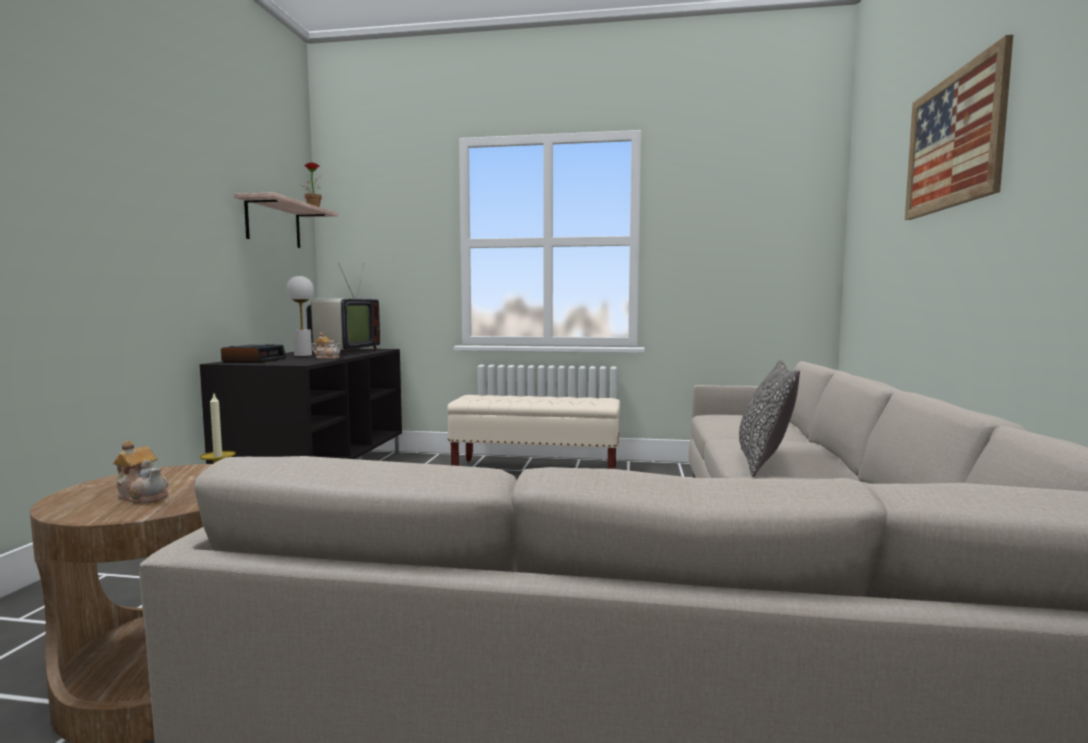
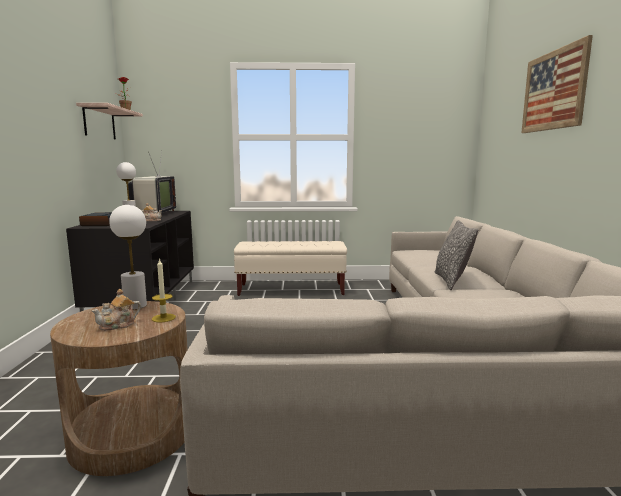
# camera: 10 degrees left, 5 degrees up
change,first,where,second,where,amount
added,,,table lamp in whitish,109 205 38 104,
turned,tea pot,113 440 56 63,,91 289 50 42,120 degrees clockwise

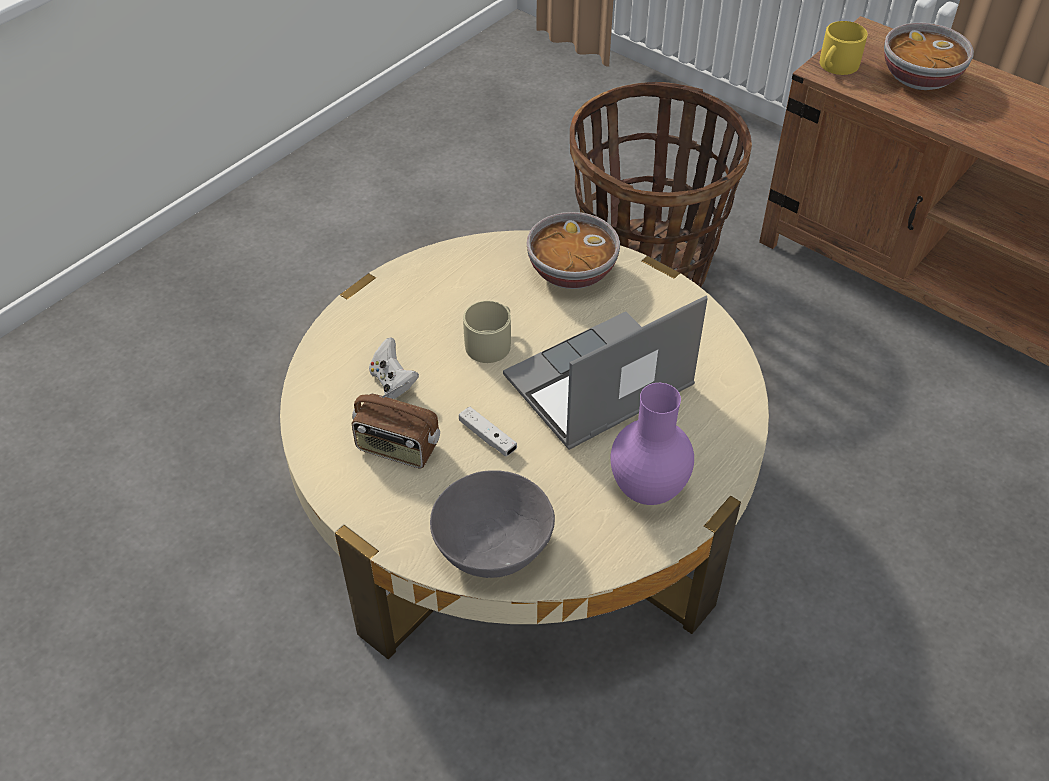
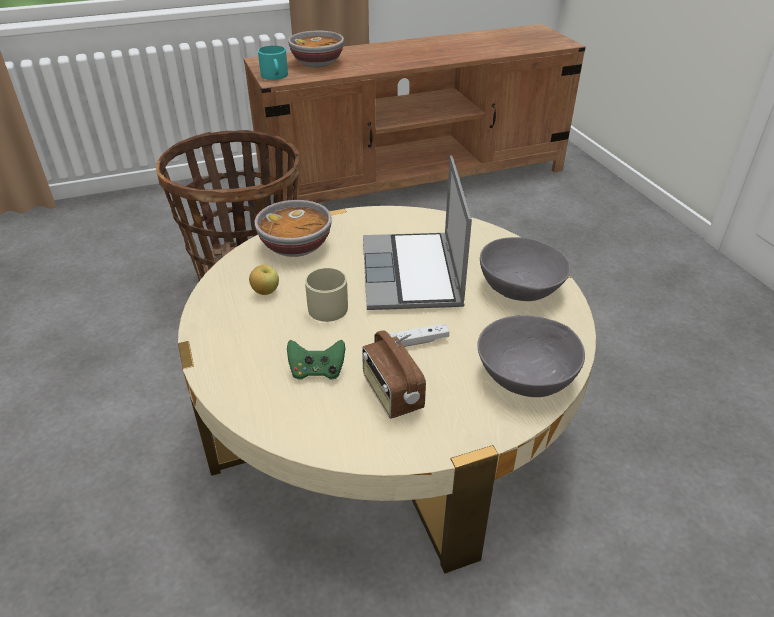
# camera: 60 degrees left, 10 degrees down
change,first,where,second,where,amount
added,,,whole apple,249 265 30 30,
replaced,vase in purplish,611 383 83 122,bowl in grey,480 237 91 64,
recoloured,joypad in whitish,369 337 50 62,joypad in greenish,287 340 59 40,
recoloured,coffee mug in yellow-coloured,820 21 48 54,coffee mug in blue-green,258 46 30 34,
turned,radio,352 381 88 87,,362 331 64 88,105 degrees clockwise

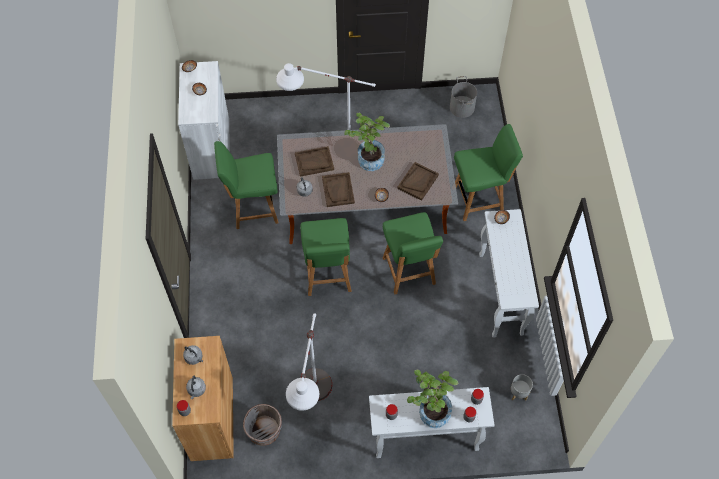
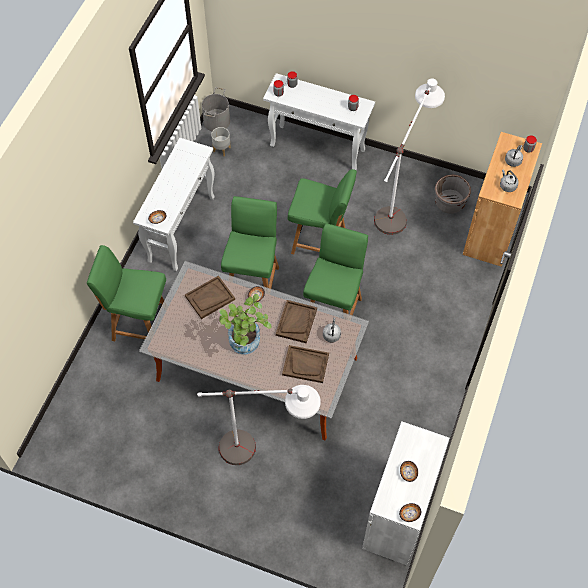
# camera: 155 degrees left, 0 degrees up
change,first,where,second,where,amount
removed,houseplant,407 370 52 58,,,
moved,chair in greenish,214 141 64 88,,288 169 69 85,
moved,bucket in grey,450 76 27 42,,202 87 28 44,

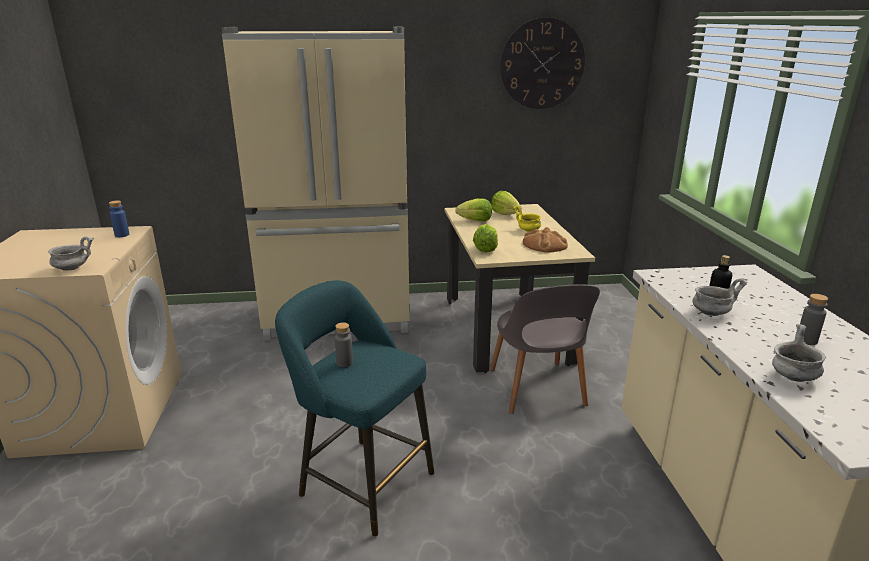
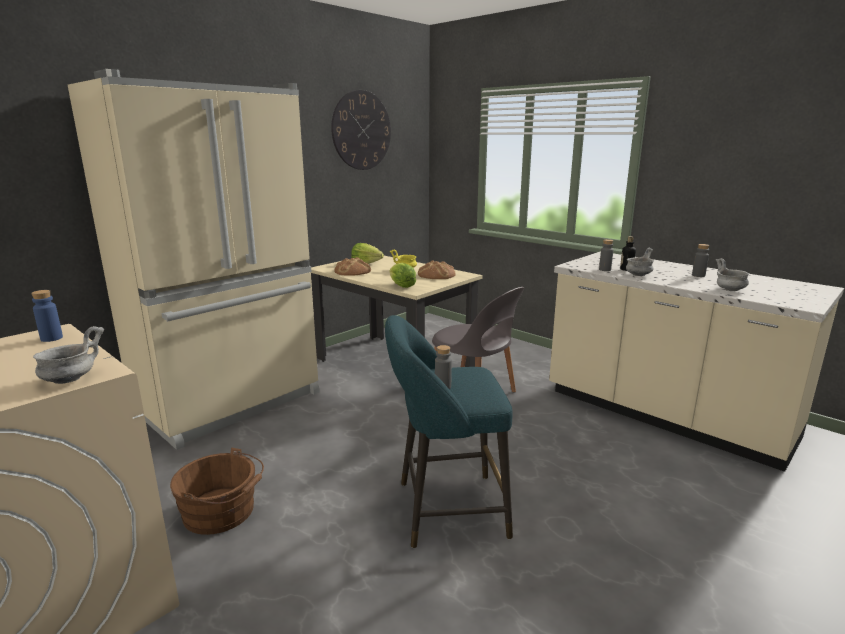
# camera: 40 degrees left, 5 degrees down
change,first,where,second,where,amount
added,,,bucket in brown,170 448 94 87,
added,,,drink bottle in grey,599 239 14 32,
replaced,head of lettuce,455 198 37 23,bakery bread,334 257 37 19,

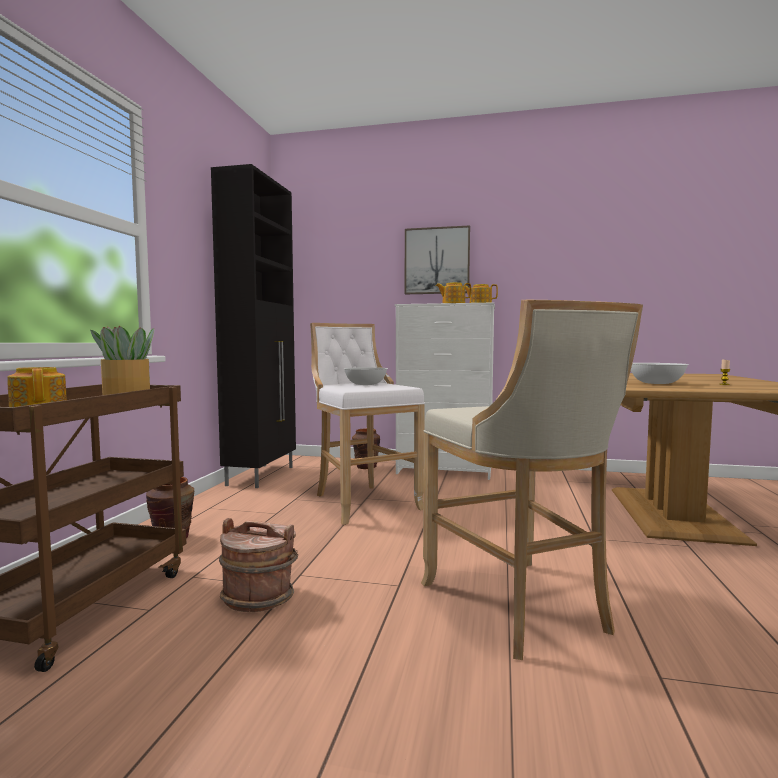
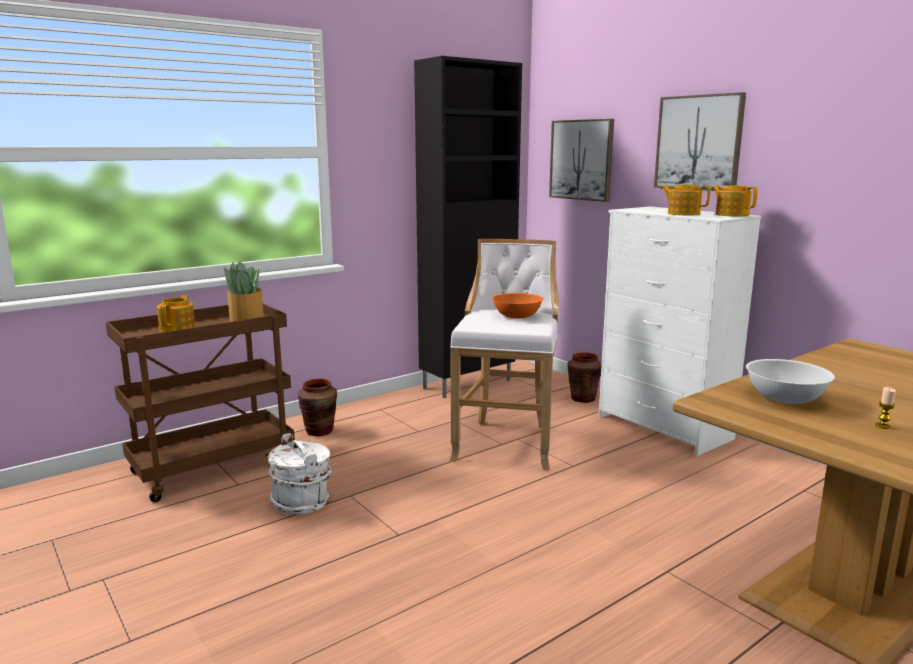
# camera: 40 degrees right, 10 degrees up
change,first,where,second,where,amount
removed,sitting stool in beige,421 300 222 360,,,
added,,,picture,549 119 65 83,
recoloured,bucket in brown,219 518 79 94,bucket in whitish,268 433 64 81,
recoloured,bowl in whitish,343 367 45 18,bowl in orange,492 293 51 25,

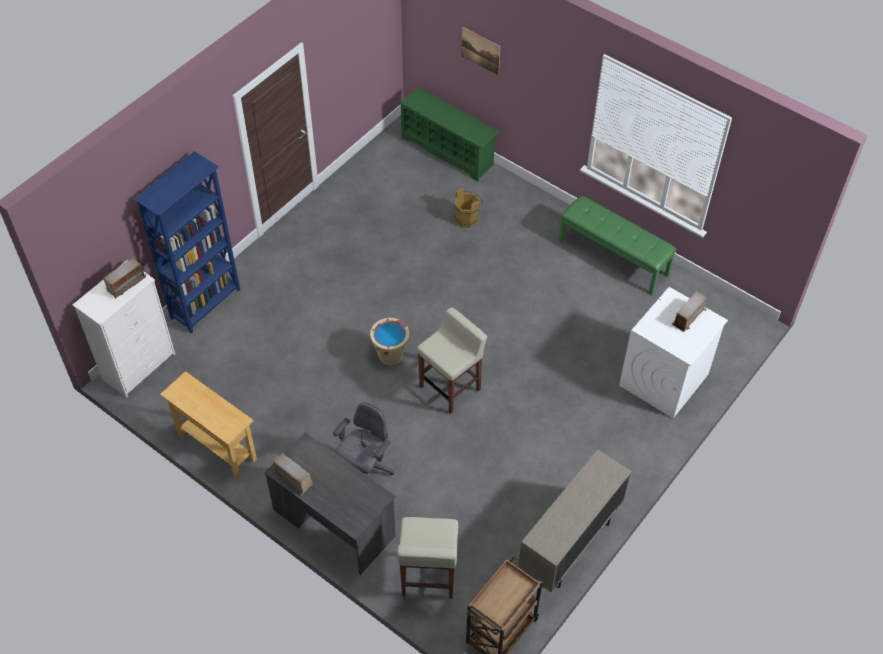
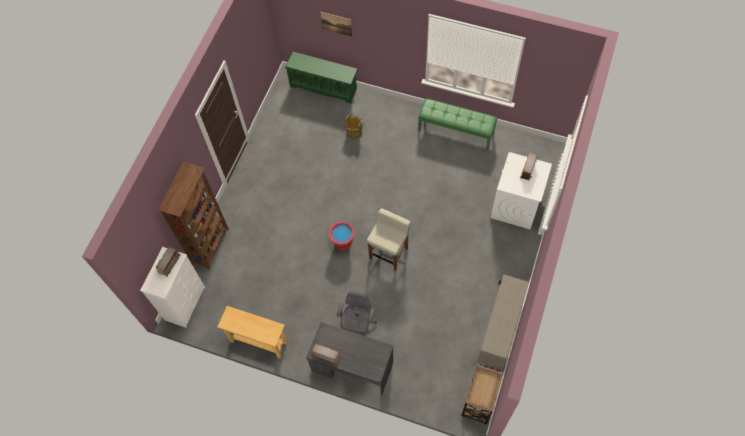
# camera: 15 degrees left, 10 degrees up
change,first,where,second,where,amount
removed,sitting stool in beige,397 517 61 82,,,
recoloured,bookcase in bluish,134 151 106 182,bookcase in brown,158 162 71 108,
recoloured,bucket in beige,370 318 39 48,bucket in reddish,329 221 26 30,

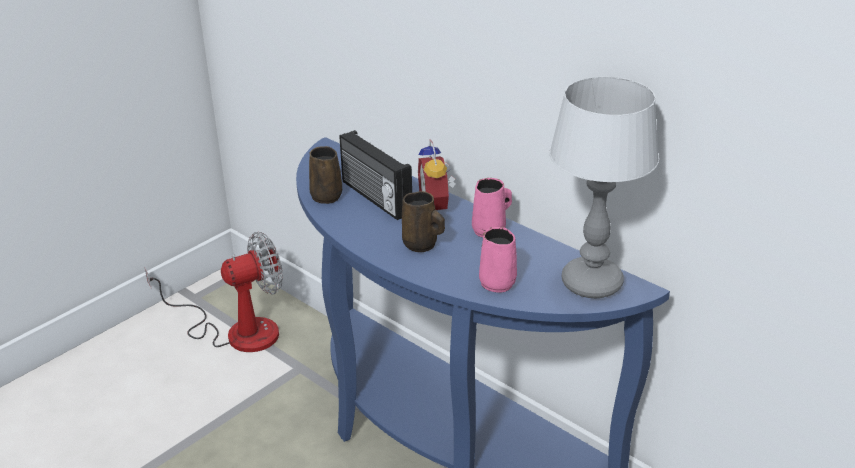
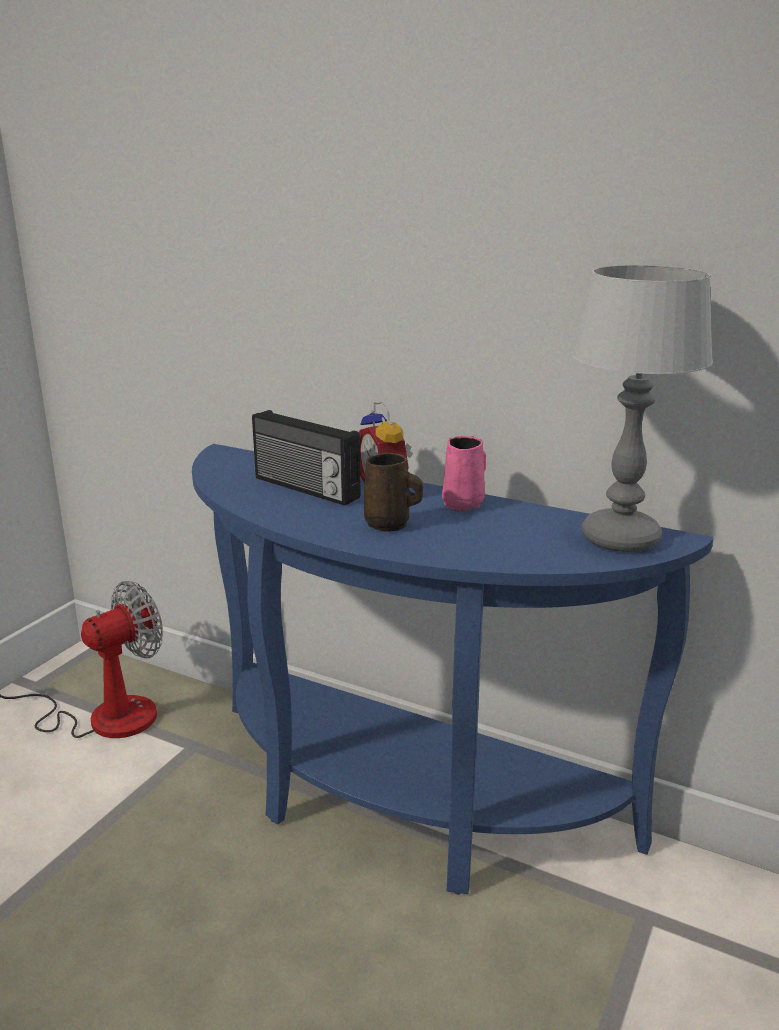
# camera: 15 degrees left, 10 degrees down
change,first,where,second,where,amount
removed,coffee mug in brown,309 146 33 58,,,
removed,coffee mug in pink,479 227 38 66,,,

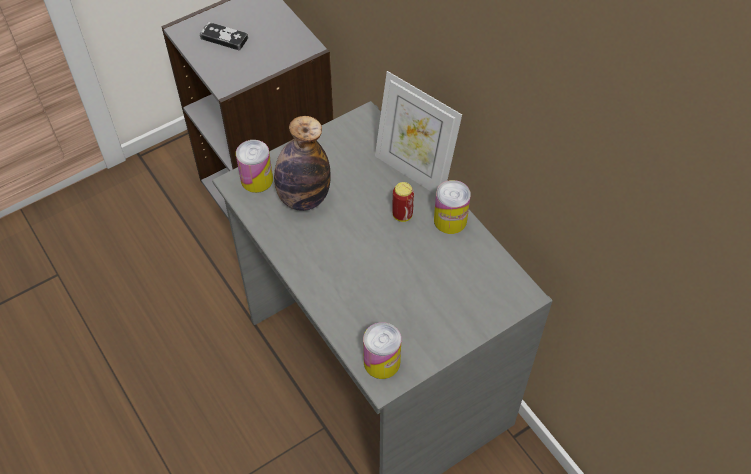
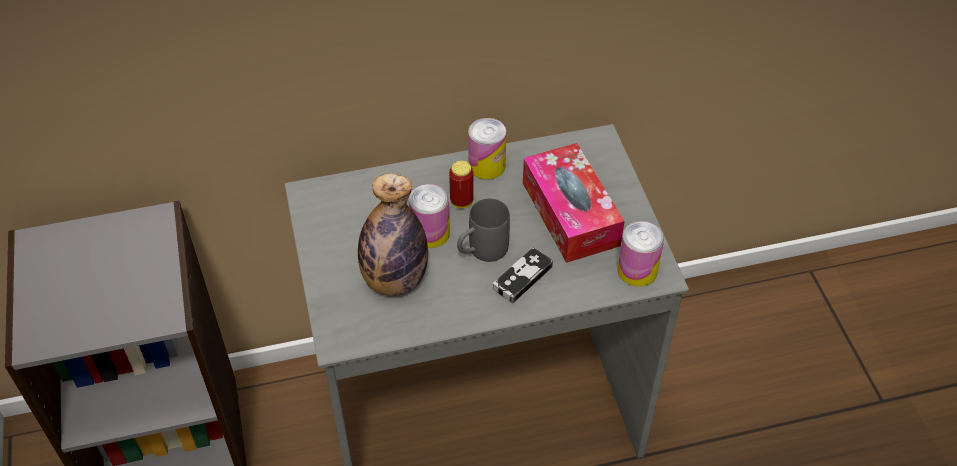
# camera: 70 degrees left, 5 degrees down
change,first,where,second,where,amount
removed,standing frame,375 71 87 123,,,
added,,,coffee mug in grey,457 198 53 64,
added,,,tissue box,523 143 101 120,
moved,joypad,199 22 49 29,,493 247 60 56,
moved,can,236 140 37 53,,409 184 41 64,

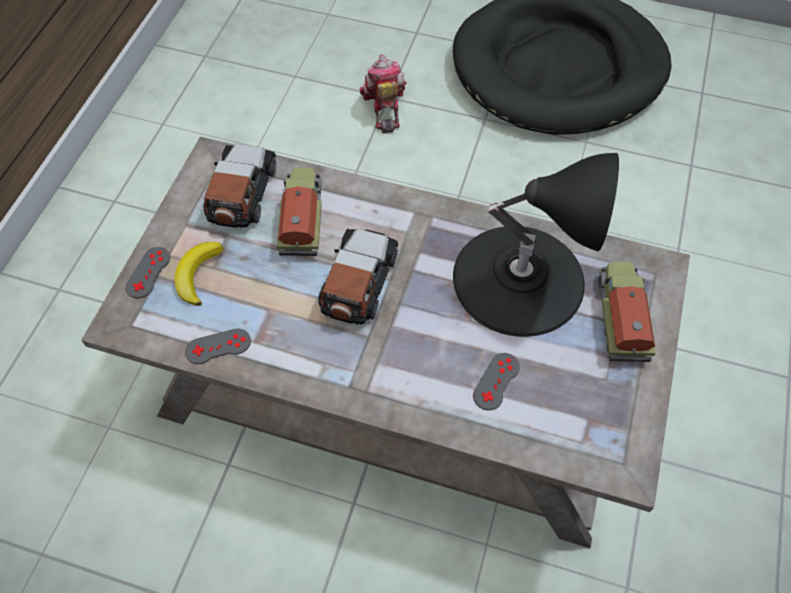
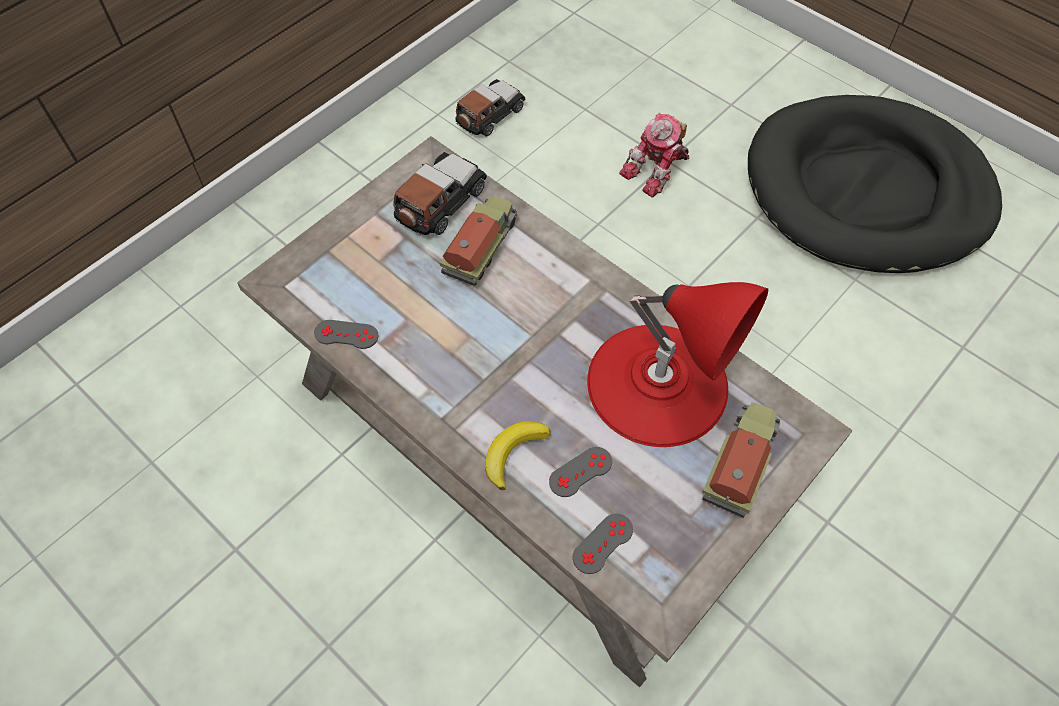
# camera: 25 degrees right, 0 degrees up
change,first,where,second,where,amount
moved,joypad in grey,125 247 45 51,,573 513 60 61,
moved,whole banana,175 242 48 64,,485 421 66 69,
moved,model car,319 229 79 96,,456 79 69 58,
recoloured,table lamp in black,453 153 166 184,table lamp in reddish,587 282 181 165,
turned,robot figure,359 54 48 79,,619 113 70 85,150 degrees counterclockwise

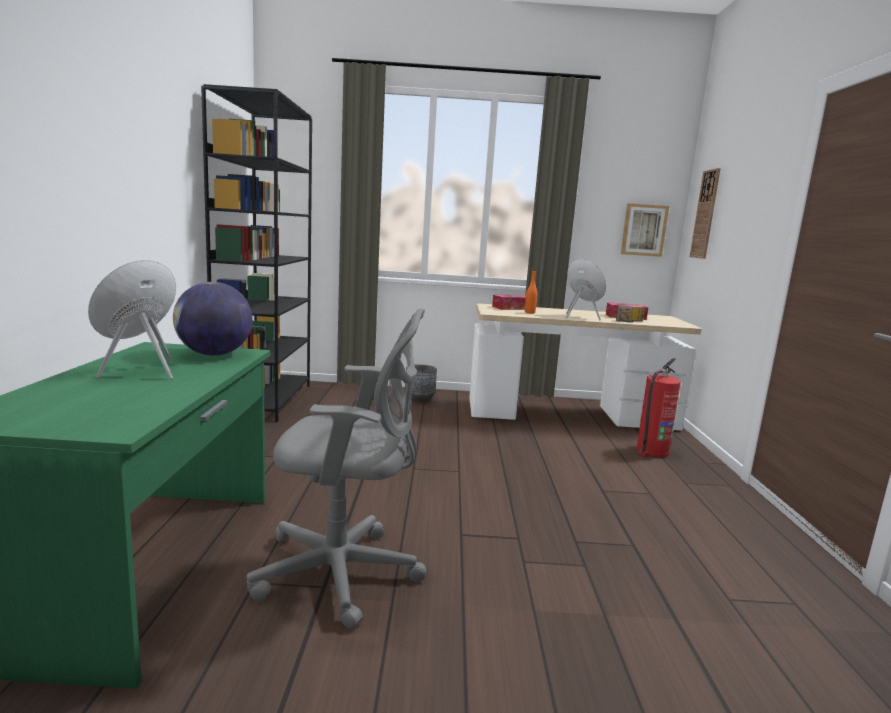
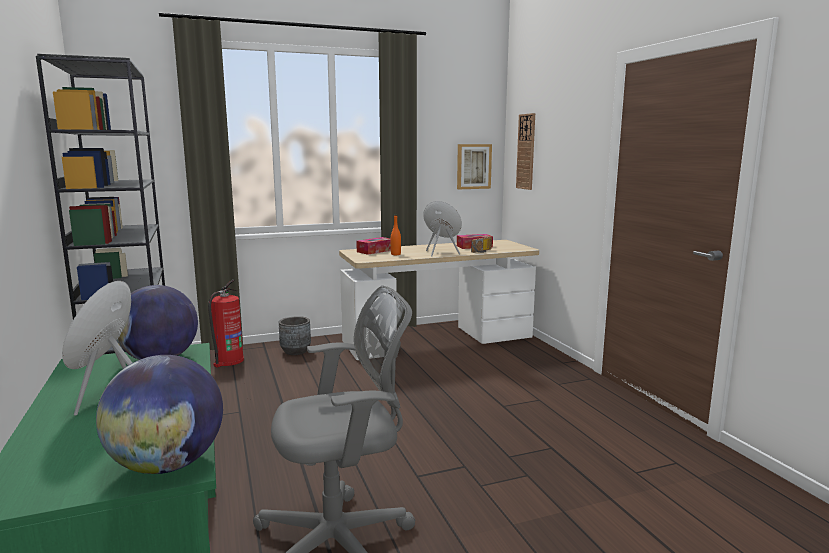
# camera: 20 degrees left, 0 degrees up
change,first,where,second,where,amount
added,,,desk globe,96 355 127 119,
moved,fire-fighting cylinder,636 358 45 99,,208 280 36 87,

